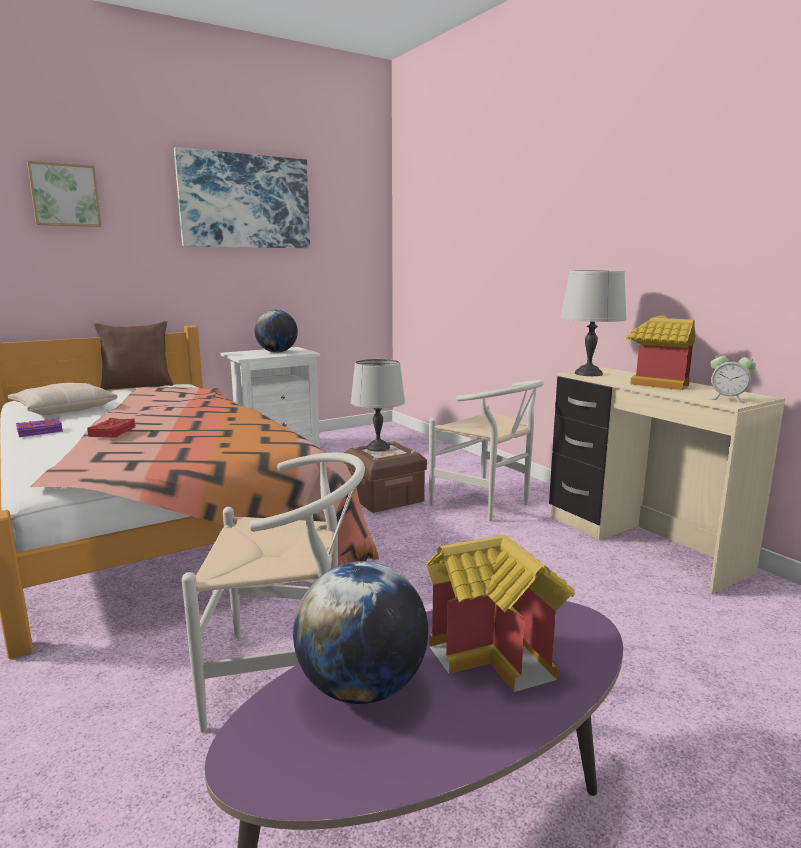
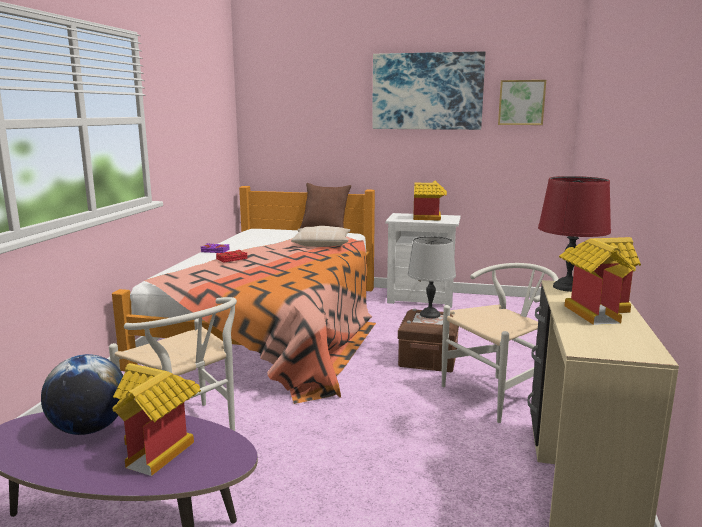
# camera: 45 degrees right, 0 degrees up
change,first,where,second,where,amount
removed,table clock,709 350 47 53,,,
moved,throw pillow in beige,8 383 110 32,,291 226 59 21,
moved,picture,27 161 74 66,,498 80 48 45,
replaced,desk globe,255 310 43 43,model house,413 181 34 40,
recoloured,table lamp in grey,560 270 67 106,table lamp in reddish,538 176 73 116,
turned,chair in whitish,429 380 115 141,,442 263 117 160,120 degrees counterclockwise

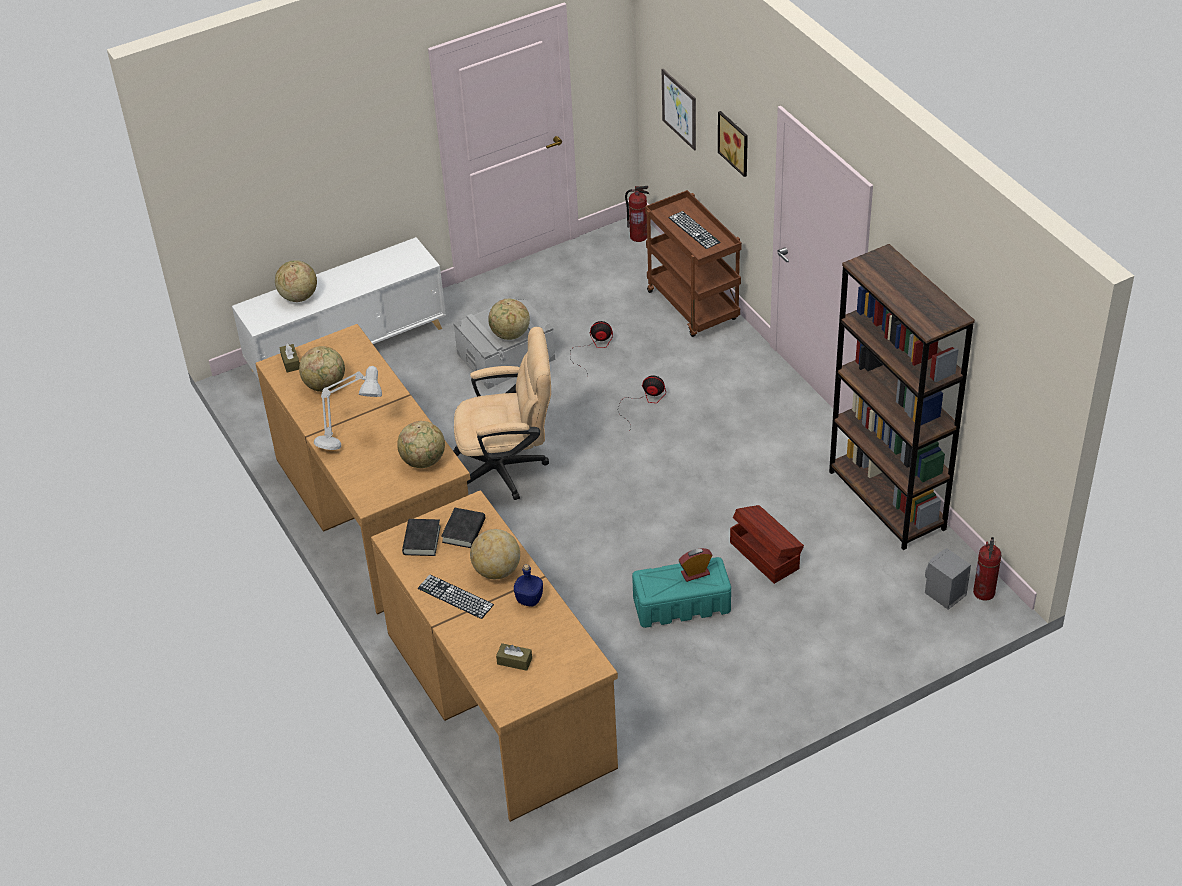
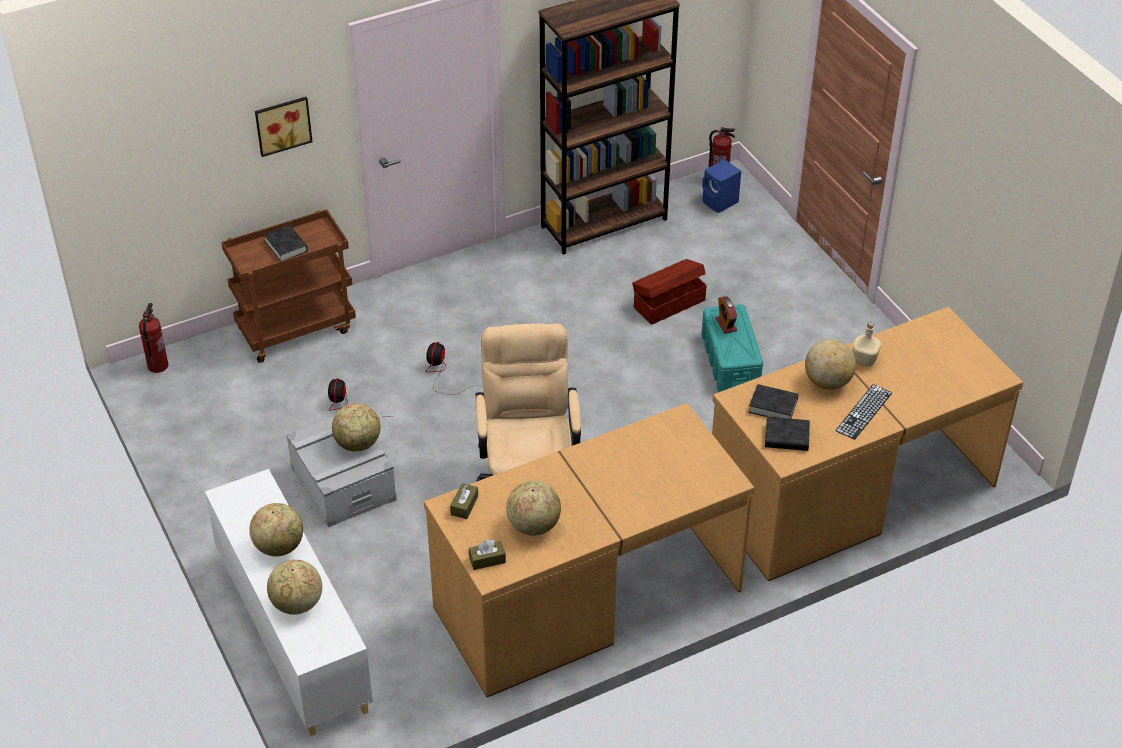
# camera: 90 degrees left, 0 degrees up
change,first,where,second,where,amount
removed,table lamp in grey,314 366 68 84,,,
removed,picture,662 69 34 82,,,
moved,desk globe,397 421 48 47,,249 503 54 53,
moved,tissue box in brown,496 643 36 28,,450 483 28 36,
replaced,keyboard,668 211 52 38,bound book in black,264 225 44 36,
recoloured,drink bottle in bluish,514 564 29 43,drink bottle in beige,852 322 29 44,
recoloured,loudspeaker in grey,925 548 46 62,loudspeaker in bluish,702 159 39 54,

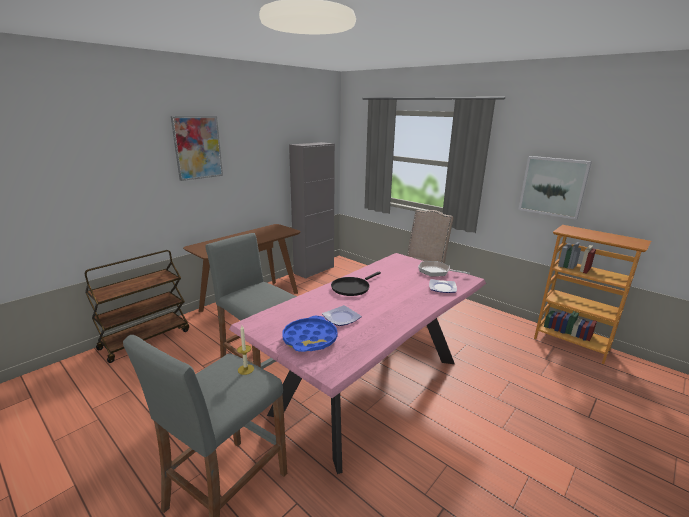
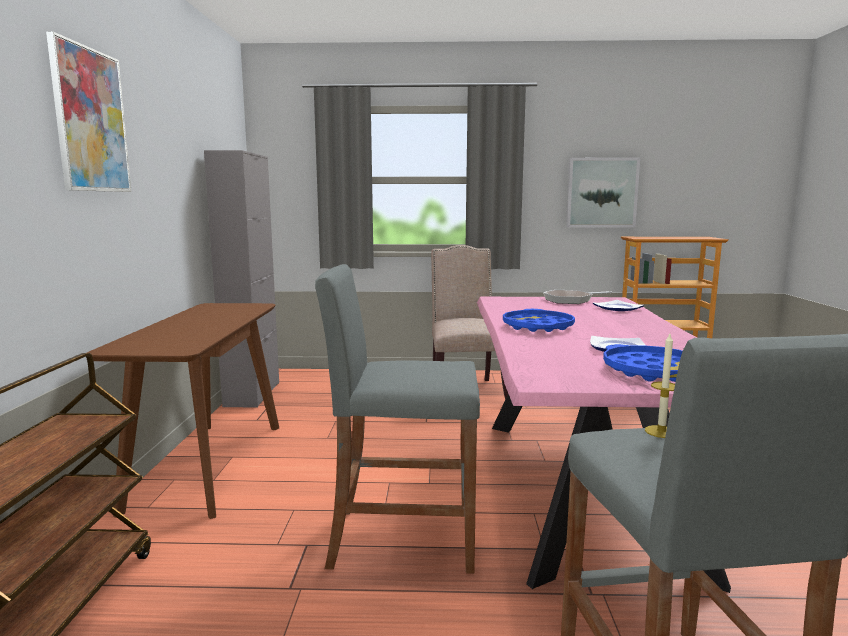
# camera: 40 degrees left, 10 degrees down
change,first,where,second,where,amount
replaced,pan in black,331 272 50 24,carrying tray in bluish,503 309 72 23,

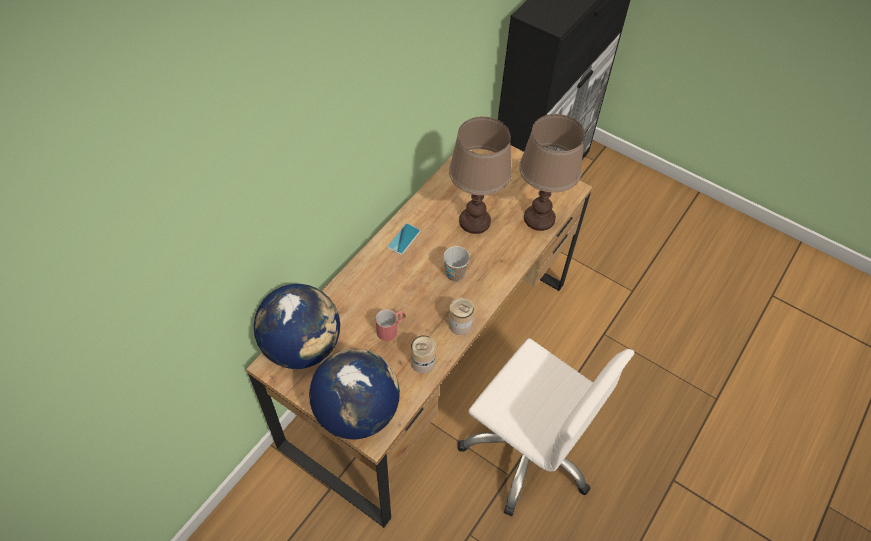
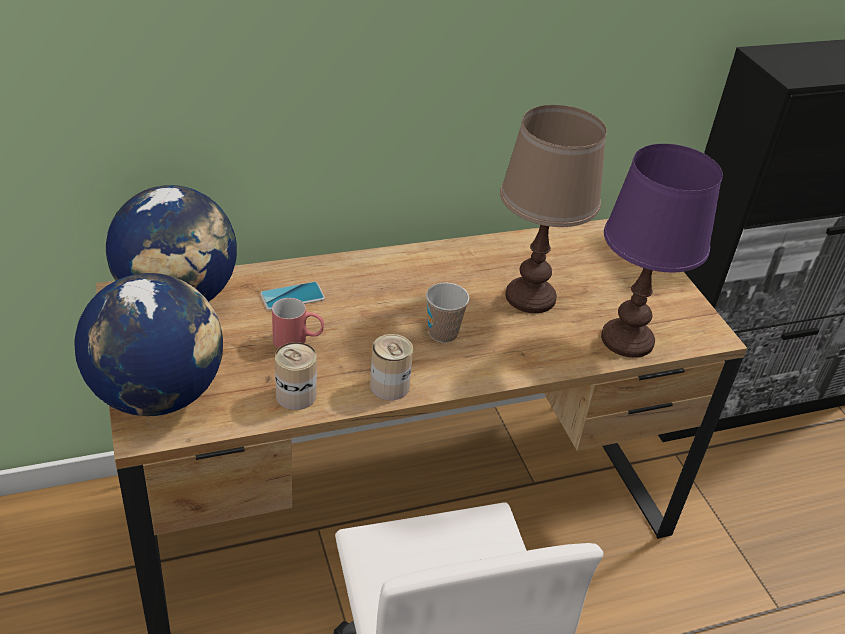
# camera: 35 degrees right, 15 degrees down
change,first,where,second,where,amount
moved,handset,387 223 34 32,,260 282 65 28,
recoloured,table lamp in brown,519 114 66 117,table lamp in purplish,601 144 122 214,

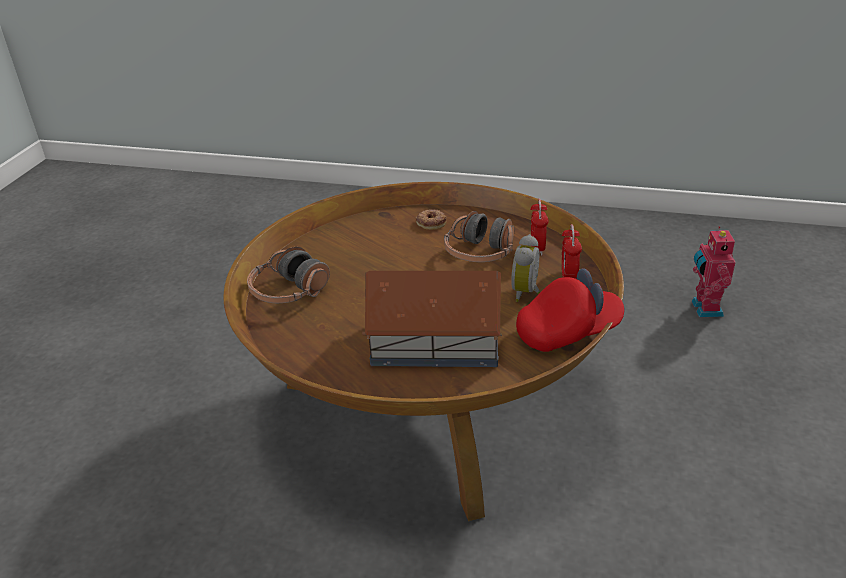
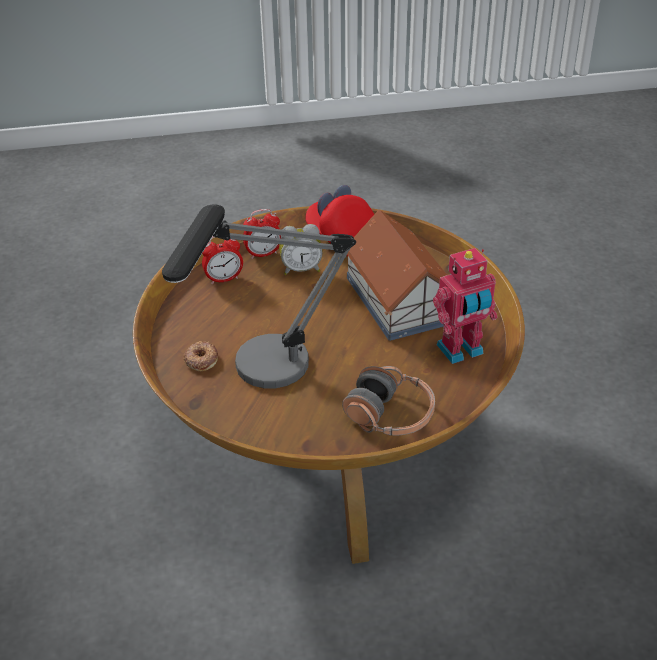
# camera: 115 degrees left, 5 degrees up
change,first,where,second,where,amount
removed,headset,444 211 70 51,,,
added,,,table lamp,162 204 194 184,
moved,robot figure,692 226 44 91,,433 248 64 116,

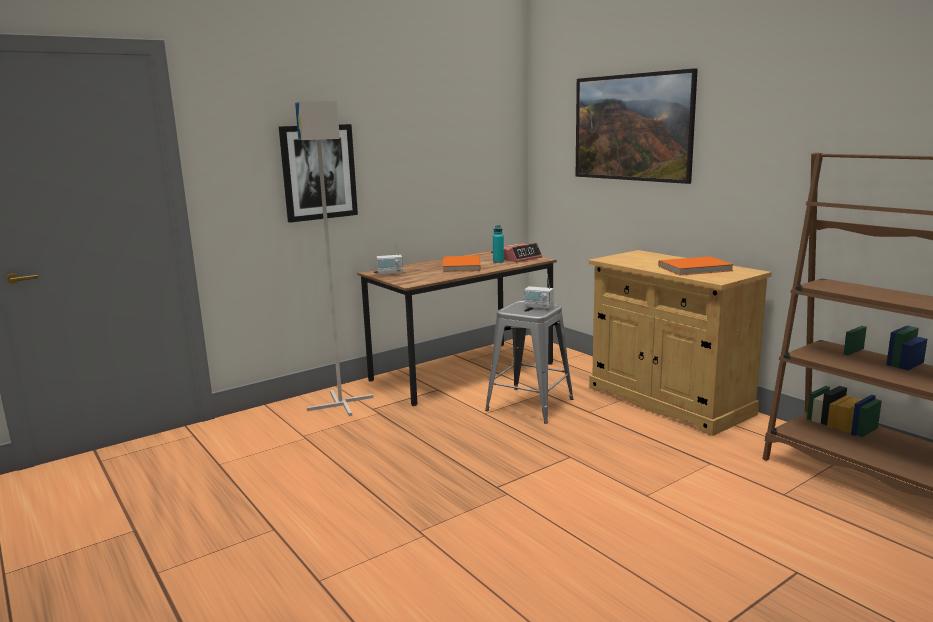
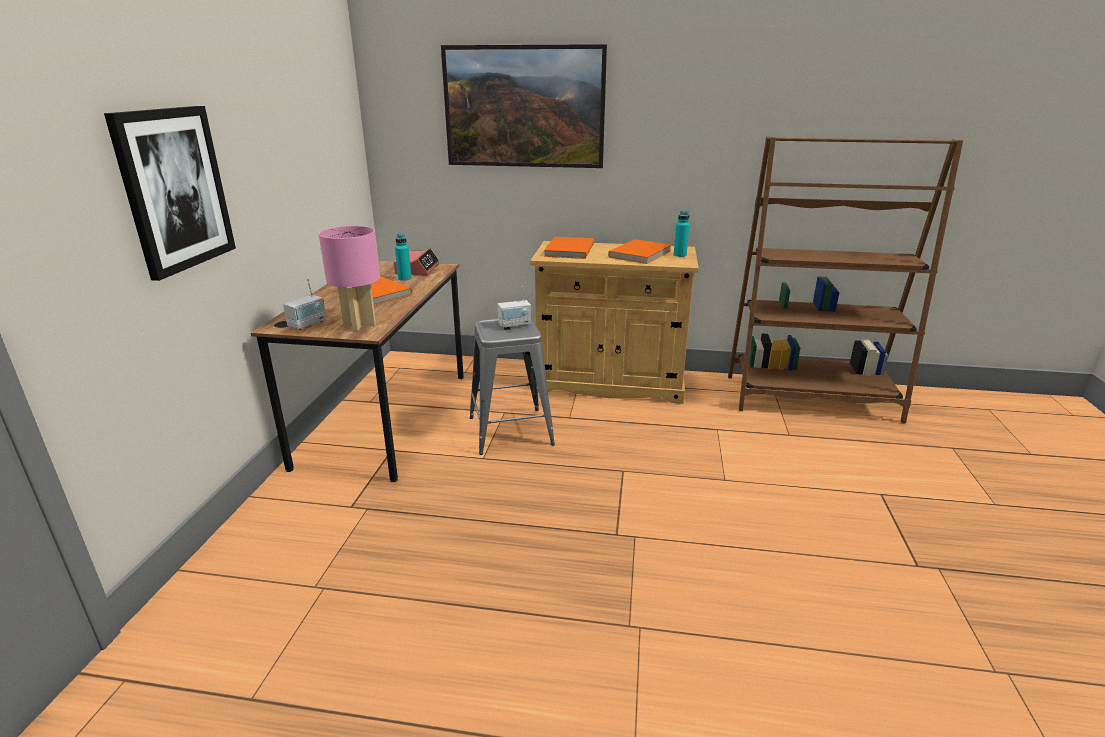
# camera: 45 degrees left, 10 degrees up
change,first,where,second,where,amount
removed,floor lamp in grey,295 101 78 315,,,
added,,,table lamp in pink,319 226 61 105,
added,,,bound book in orange,544 237 50 22,
added,,,drink bottle in blue-green,674 211 16 46,

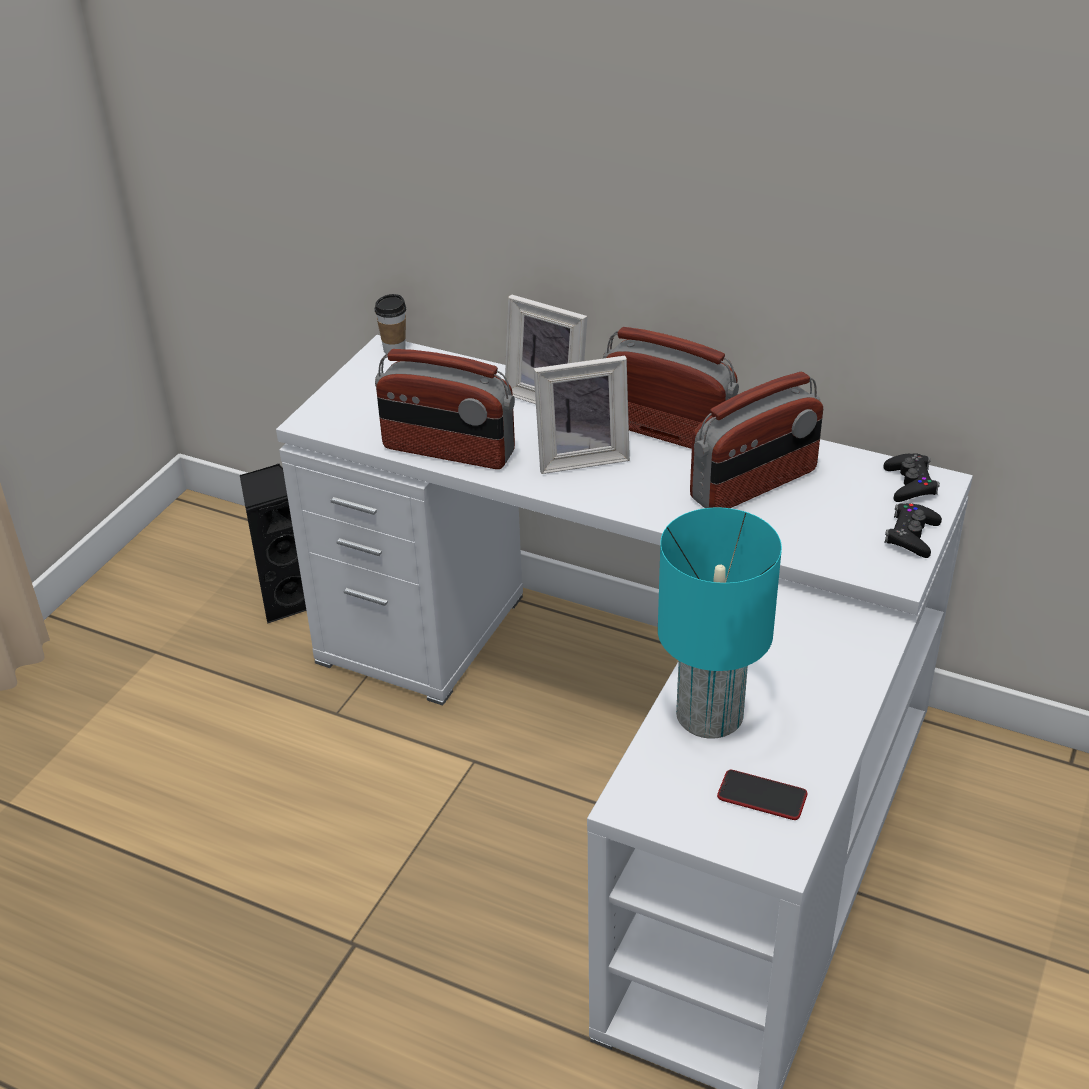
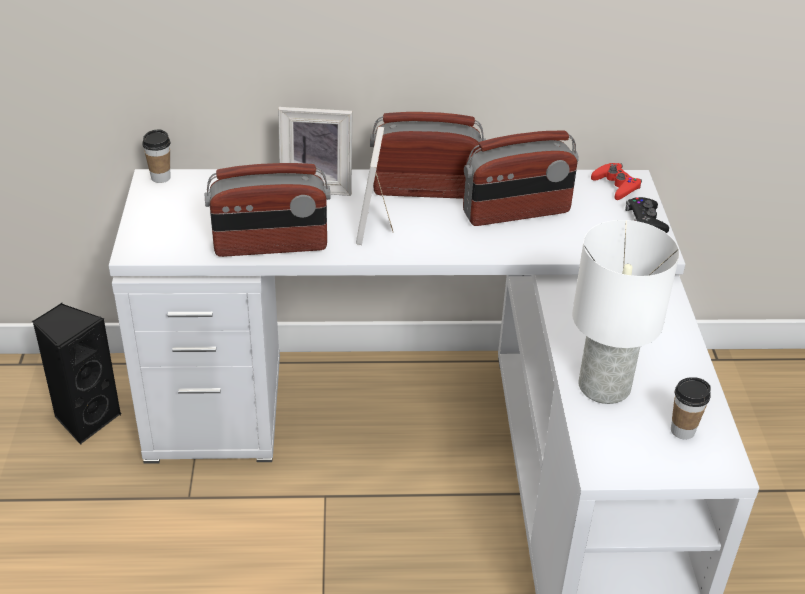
# camera: 30 degrees left, 0 degrees up
change,first,where,second,where,amount
replaced,handset,717 770 90 50,cup,671 377 40 63,
recoloured,table lamp in blue-green,658 508 124 231,table lamp in whitish,572 220 107 184,
recoloured,joypad in black,883 453 57 49,joypad in reddish,591 163 51 37,
turned,standing frame,534 356 96 118,,356 127 37 118,135 degrees clockwise
turned,radio,690 372 133 136,,463 131 116 95,45 degrees clockwise

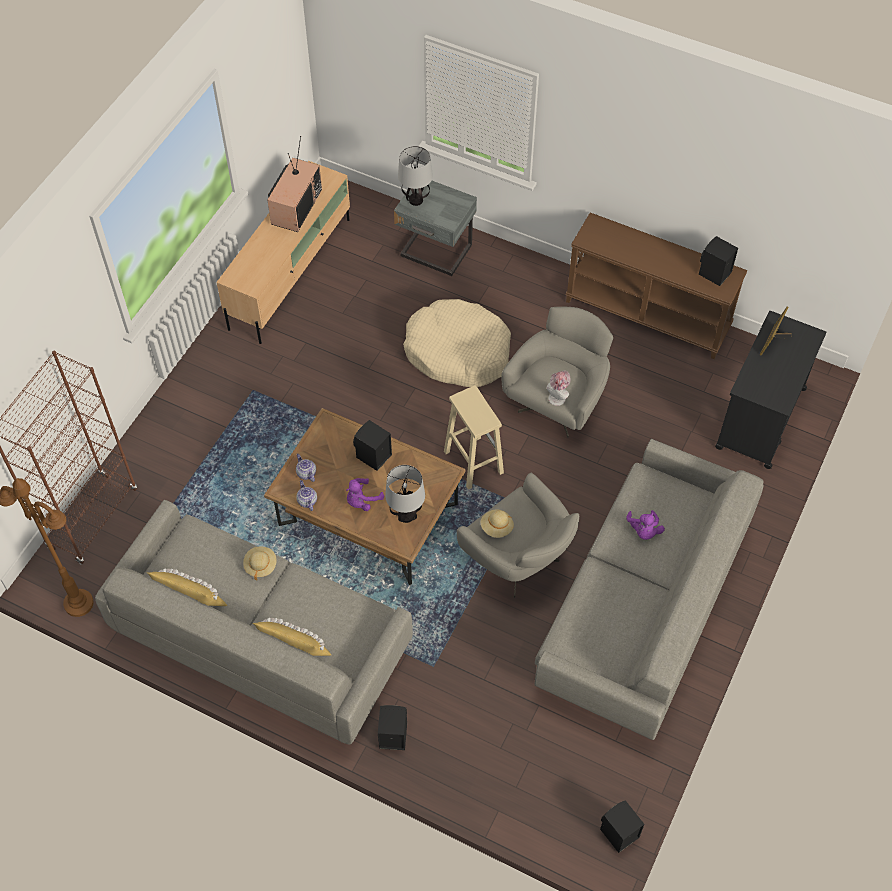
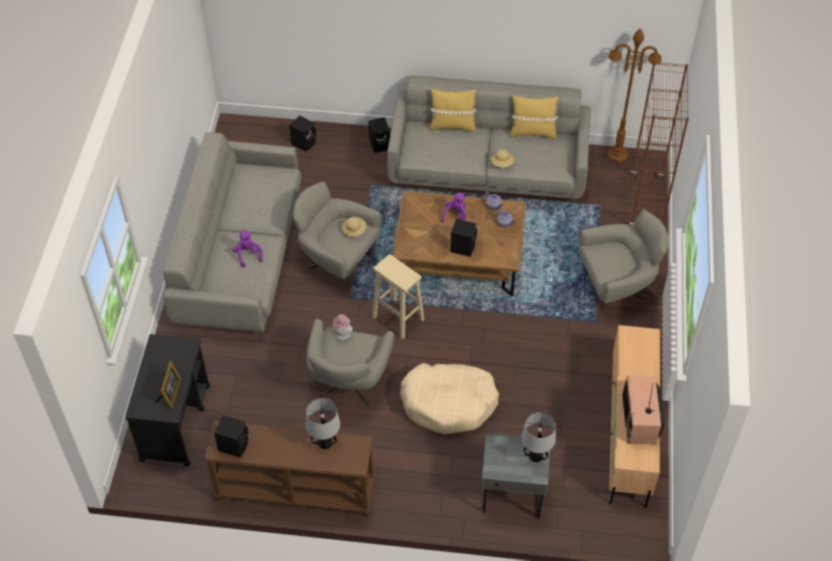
# camera: 160 degrees right, 5 degrees down
change,first,where,second,where,amount
added,,,armchair in grey,579 209 89 100,
moved,table lamp,385 465 40 58,,306 398 34 51,
moved,loudspeaker in black,600 800 44 53,,289 115 27 37,

